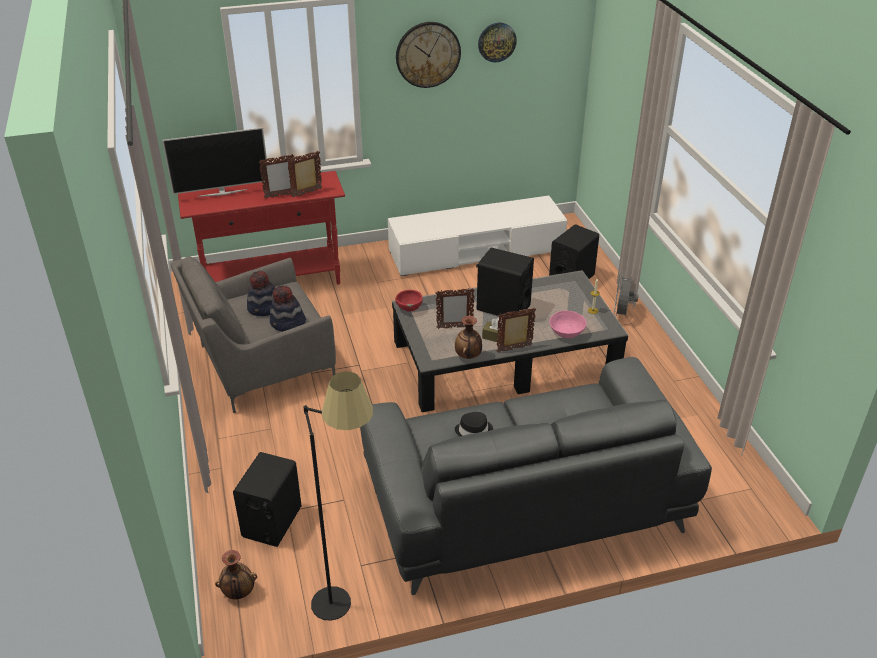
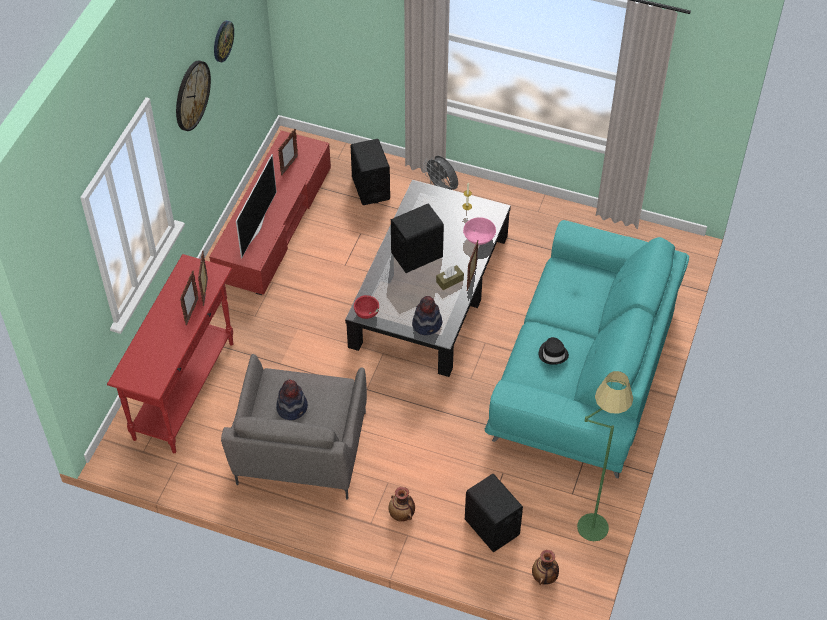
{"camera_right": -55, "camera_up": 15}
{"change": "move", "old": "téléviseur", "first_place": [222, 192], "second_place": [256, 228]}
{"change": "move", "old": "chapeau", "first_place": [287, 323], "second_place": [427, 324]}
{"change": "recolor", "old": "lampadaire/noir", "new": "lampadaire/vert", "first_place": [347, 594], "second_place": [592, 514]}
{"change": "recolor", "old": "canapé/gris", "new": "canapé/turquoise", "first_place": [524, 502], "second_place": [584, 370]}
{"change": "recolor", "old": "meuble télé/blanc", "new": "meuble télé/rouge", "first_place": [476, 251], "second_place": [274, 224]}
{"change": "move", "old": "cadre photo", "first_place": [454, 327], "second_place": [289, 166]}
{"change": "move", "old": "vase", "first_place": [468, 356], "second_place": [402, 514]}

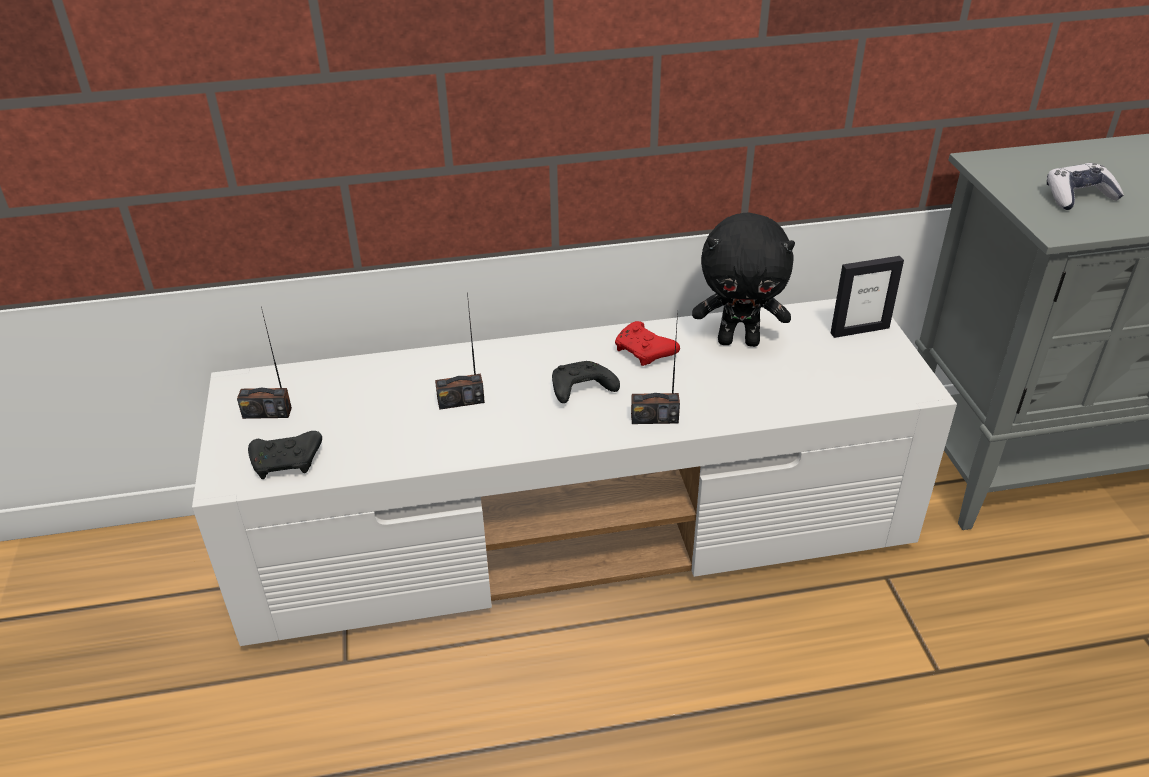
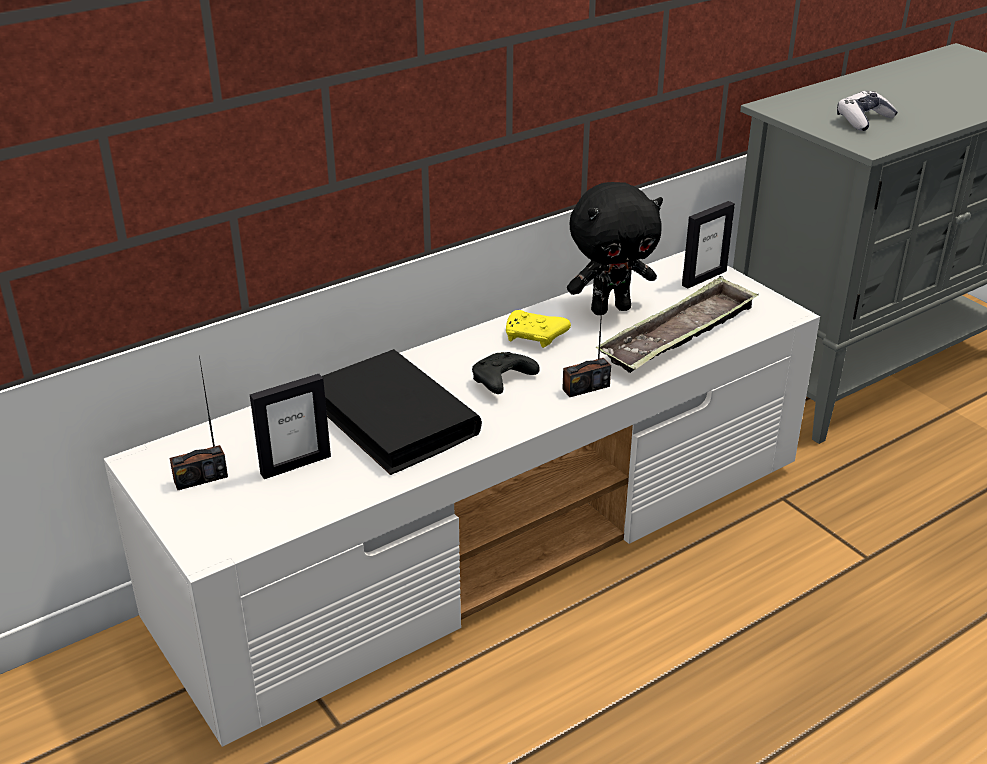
{"camera_right": -25, "camera_up": -5}
{"change": "delete", "old": "manette/noir", "first_place": [288, 462]}
{"change": "replace", "old": "radio", "new": "livre/noir", "first_place": [460, 401], "second_place": [394, 418]}
{"change": "recolor", "old": "manette/rouge", "new": "manette/jaune", "first_place": [645, 353], "second_place": [535, 337]}
{"change": "insert", "new": "cadre photo", "second_place": [295, 465]}
{"change": "insert", "new": "plateau", "second_place": [679, 335]}

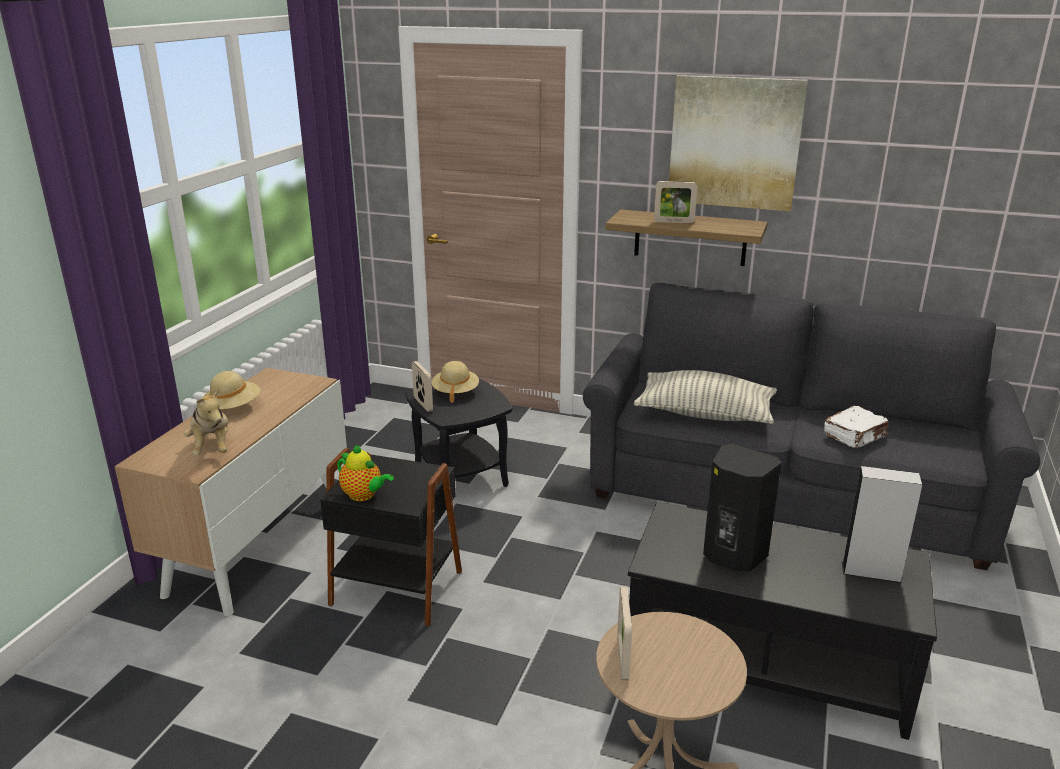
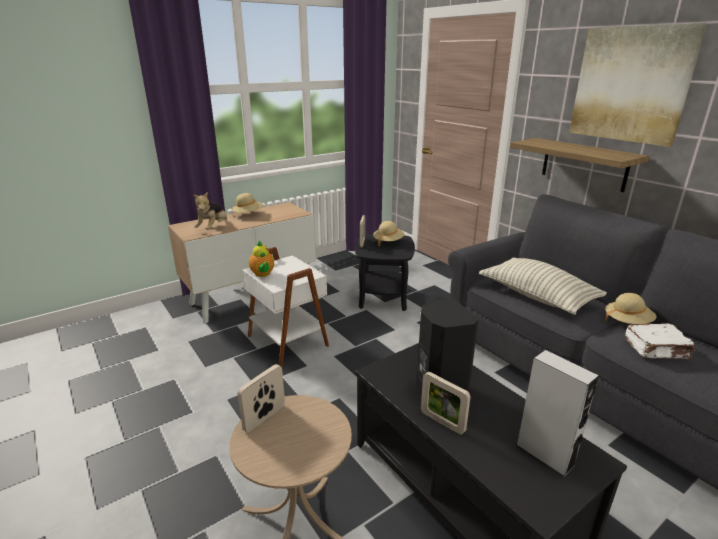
{"camera_right": 35, "camera_up": 0}
{"change": "recolor", "old": "table d'appoint/noir", "new": "table d'appoint/blanc", "first_place": [397, 586], "second_place": [289, 340]}
{"change": "move", "old": "cadre photo", "first_place": [673, 222], "second_place": [442, 422]}
{"change": "insert", "new": "chapeau/beige", "second_place": [627, 321]}

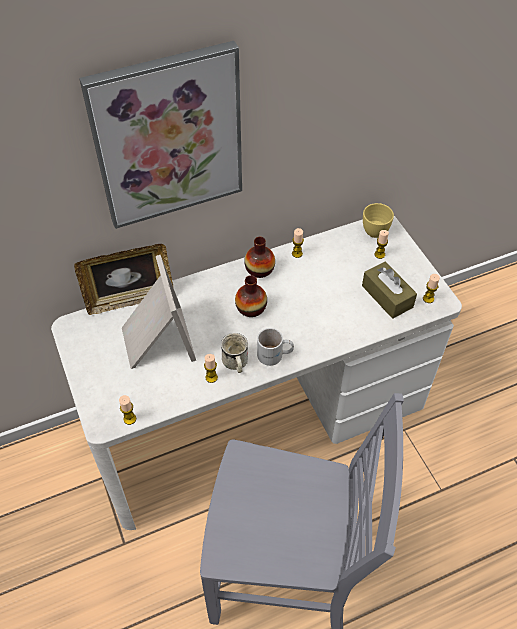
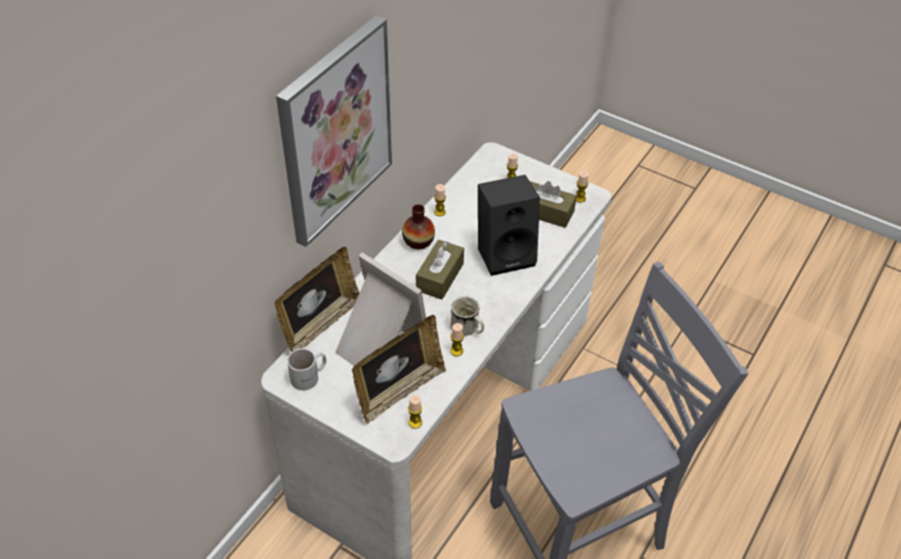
{"camera_right": -35, "camera_up": -5}
{"change": "replace", "old": "vase", "new": "boîte à mouchoirs/marron", "first_place": [251, 308], "second_place": [440, 277]}
{"change": "move", "old": "mug/blanc", "first_place": [275, 355], "second_place": [310, 377]}
{"change": "delete", "old": "tasse/jaune", "first_place": [375, 229]}
{"change": "insert", "new": "cadre photo", "second_place": [399, 391]}
{"change": "insert", "new": "enceinte/noir", "second_place": [506, 253]}

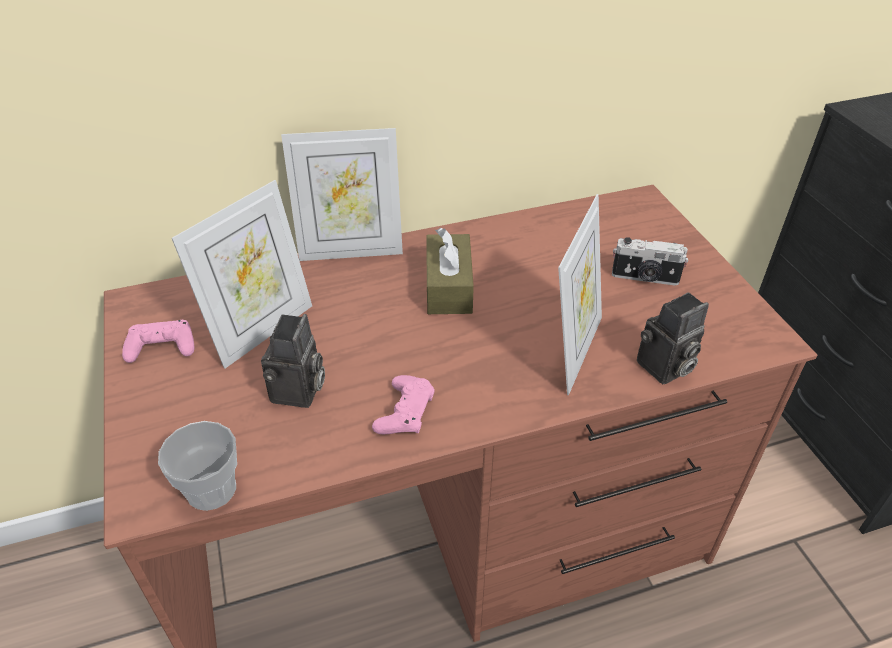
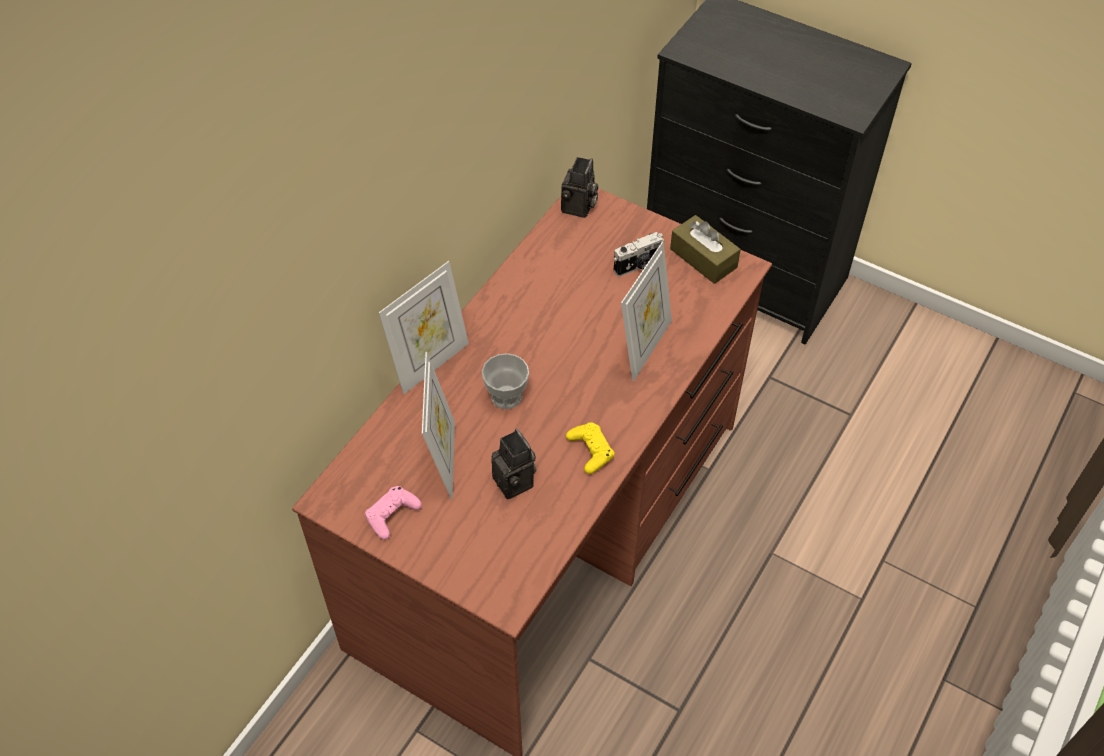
{"camera_right": -40, "camera_up": 10}
{"change": "move", "old": "tasse", "first_place": [211, 489], "second_place": [506, 396]}
{"change": "recolor", "old": "manette/rose", "new": "manette/jaune", "first_place": [405, 412], "second_place": [590, 451]}
{"change": "move", "old": "boîte à mouchoirs/marron", "first_place": [449, 287], "second_place": [703, 258]}
{"change": "rotate", "old": "cadre photo", "first_place": [573, 351], "second_place": [644, 347], "degrees": 45}
{"change": "move", "old": "appareil photo", "first_place": [664, 368], "second_place": [579, 208]}

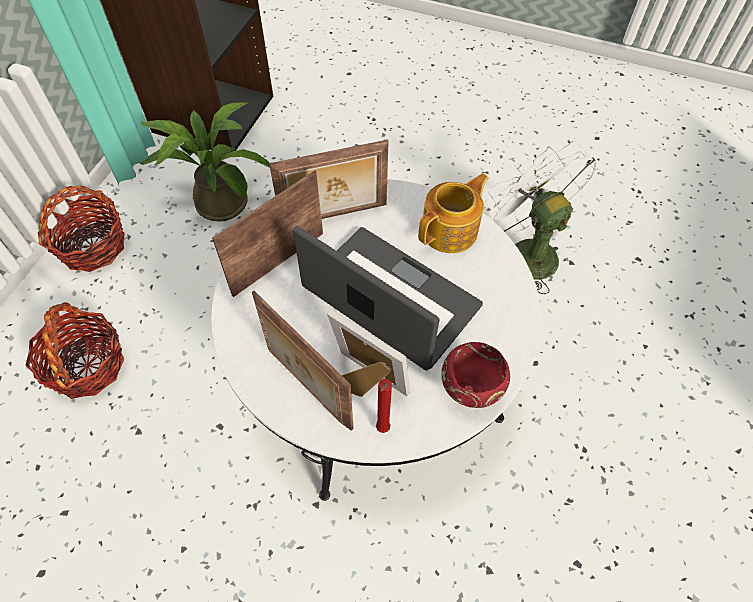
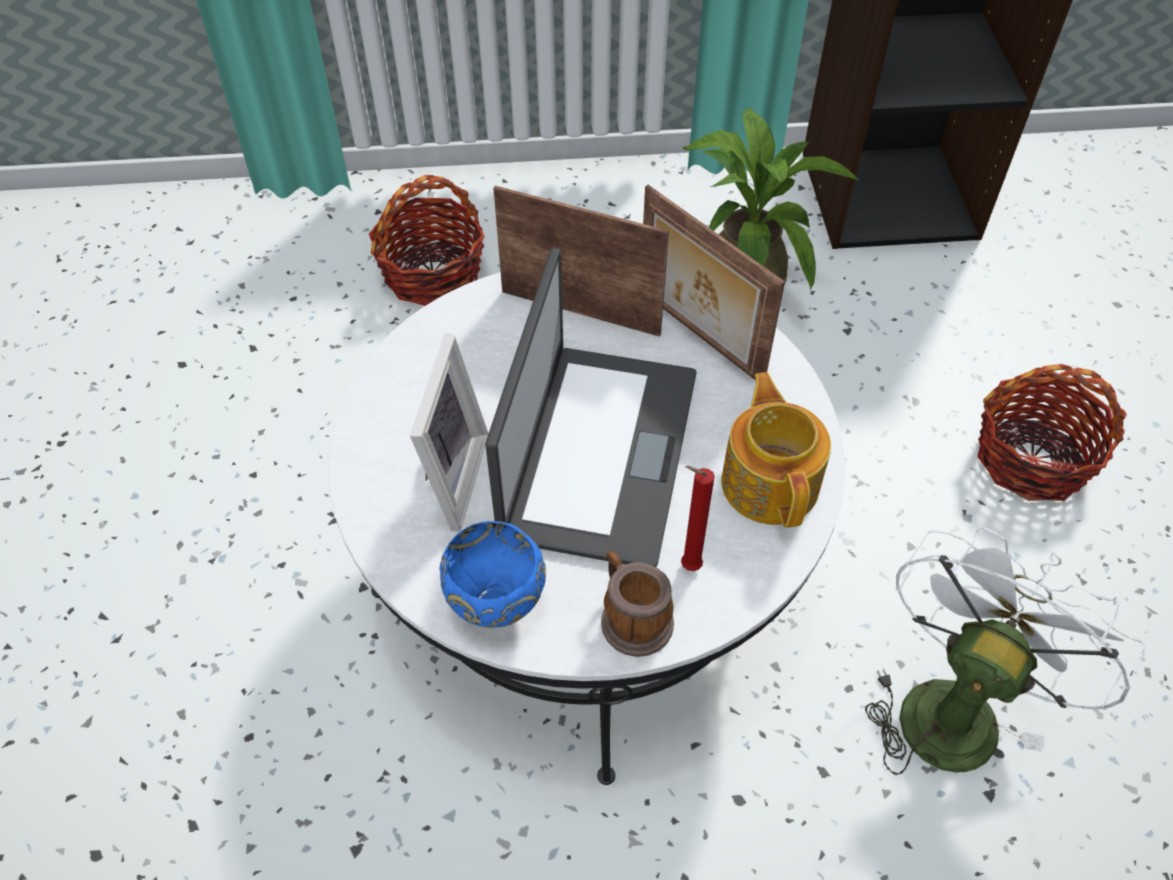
{"camera_right": 65, "camera_up": -5}
{"change": "move", "old": "panier", "first_place": [92, 246], "second_place": [1032, 458]}
{"change": "delete", "old": "cadre photo", "first_place": [306, 387]}
{"change": "move", "old": "bougie/rouge", "first_place": [382, 430], "second_place": [687, 566]}
{"change": "rotate", "old": "théière", "first_place": [451, 230], "second_place": [770, 482], "degrees": -120}
{"change": "recolor", "old": "bol/rouge", "new": "bol/bleu", "first_place": [471, 391], "second_place": [497, 607]}
{"change": "insert", "new": "mug", "second_place": [631, 617]}

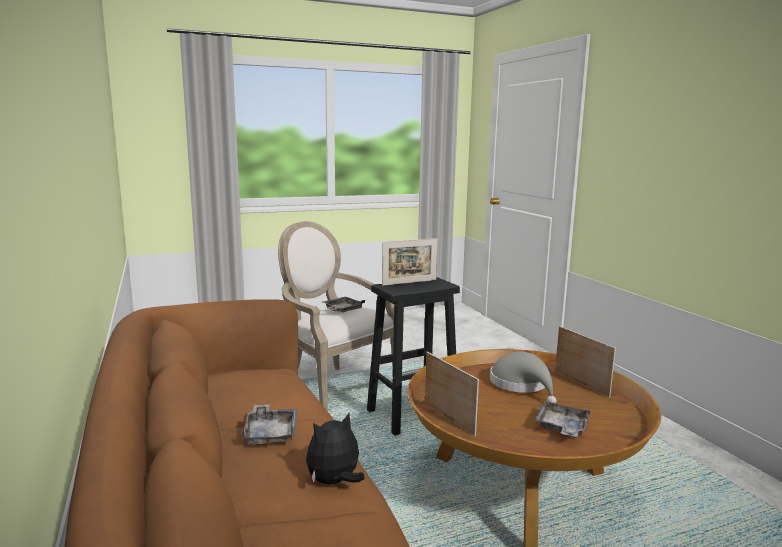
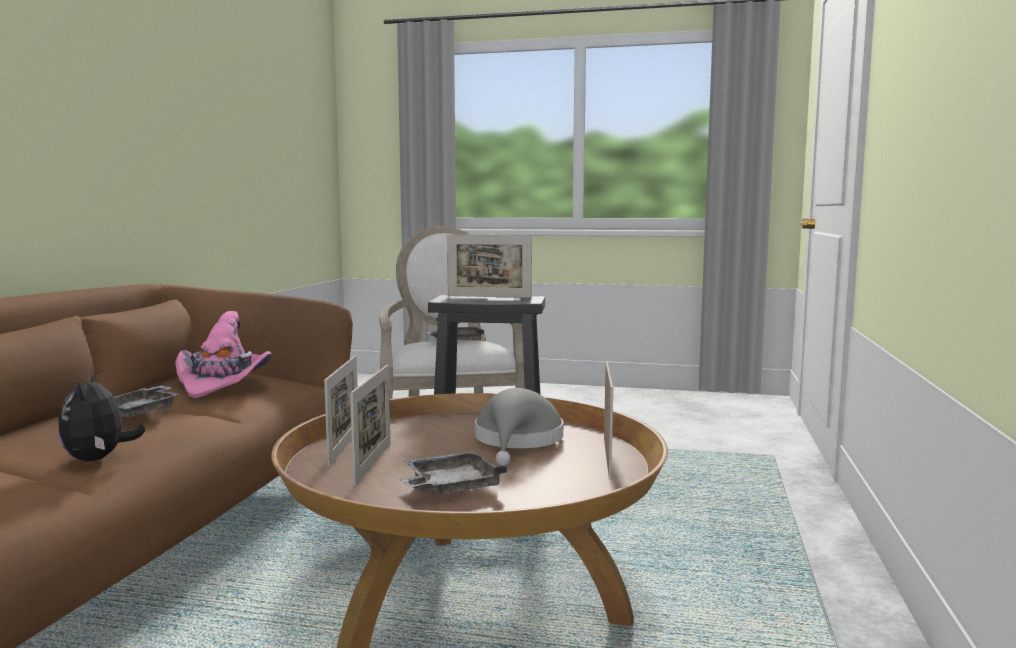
{"camera_right": 35, "camera_up": -5}
{"change": "rotate", "old": "peluche", "first_place": [334, 482], "second_place": [98, 459], "degrees": -105}
{"change": "insert", "new": "chapeau/rose", "second_place": [223, 383]}
{"change": "insert", "new": "cadre photo", "second_place": [373, 464]}

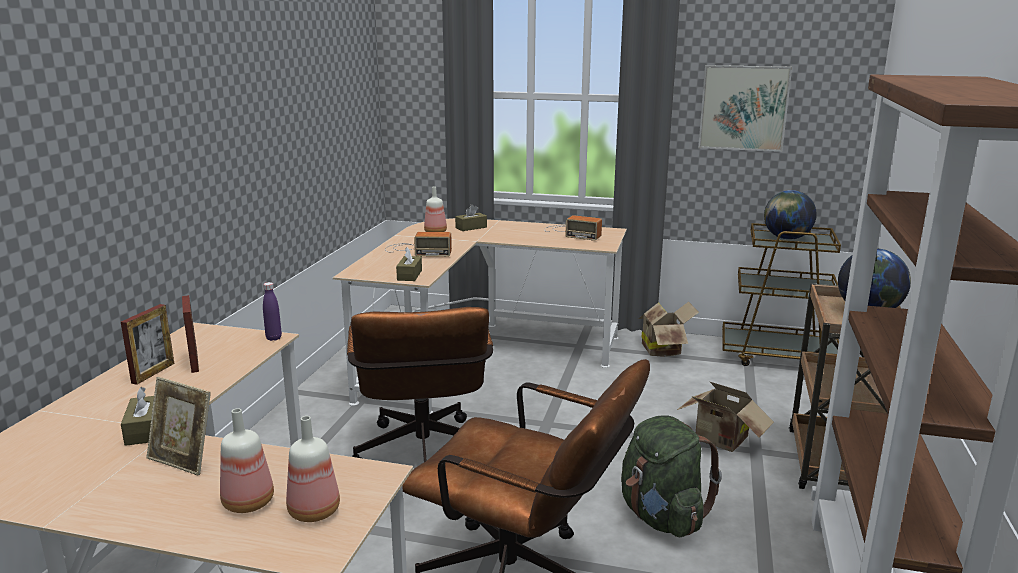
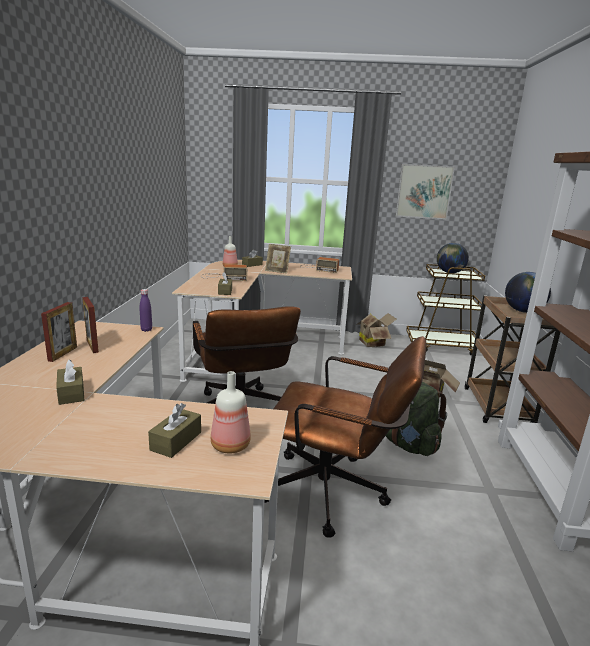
{"camera_right": -10, "camera_up": 0}
{"change": "move", "old": "cadre photo", "first_place": [183, 460], "second_place": [277, 271]}
{"change": "replace", "old": "bouteille", "new": "boîte à mouchoirs/marron", "first_place": [248, 502], "second_place": [176, 441]}

